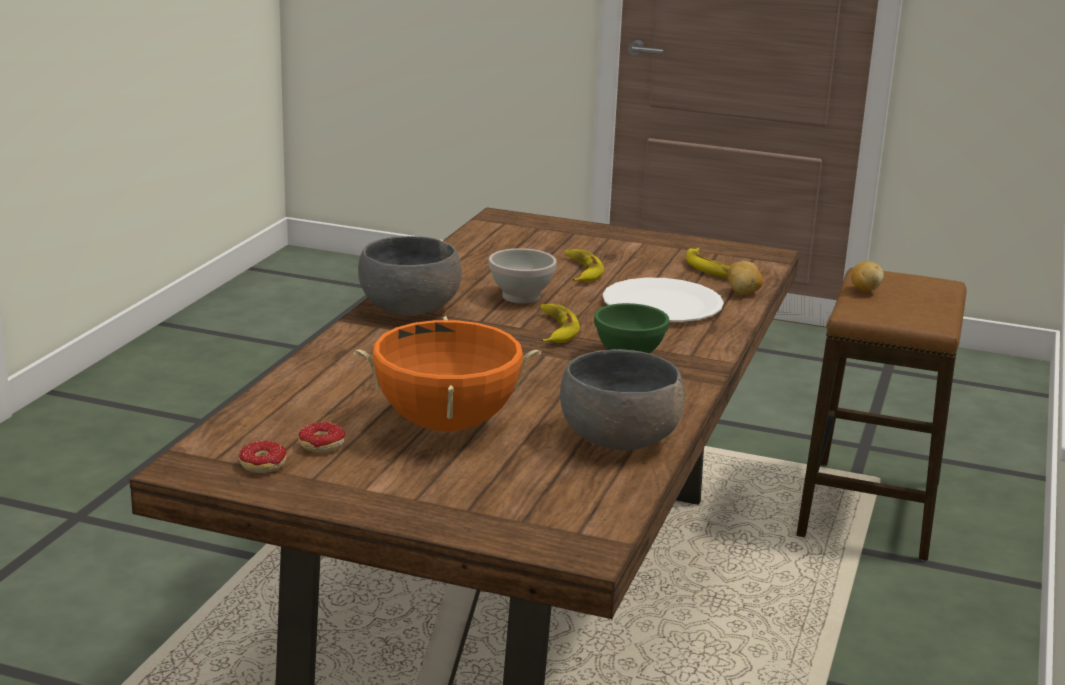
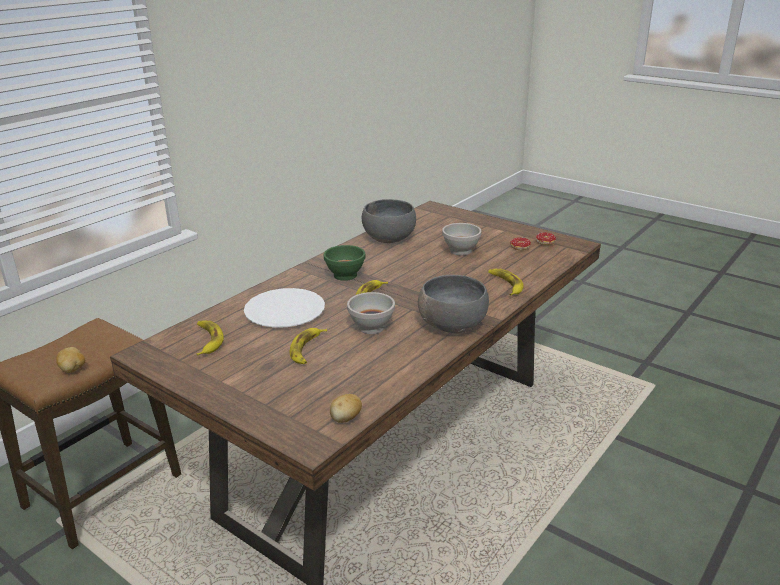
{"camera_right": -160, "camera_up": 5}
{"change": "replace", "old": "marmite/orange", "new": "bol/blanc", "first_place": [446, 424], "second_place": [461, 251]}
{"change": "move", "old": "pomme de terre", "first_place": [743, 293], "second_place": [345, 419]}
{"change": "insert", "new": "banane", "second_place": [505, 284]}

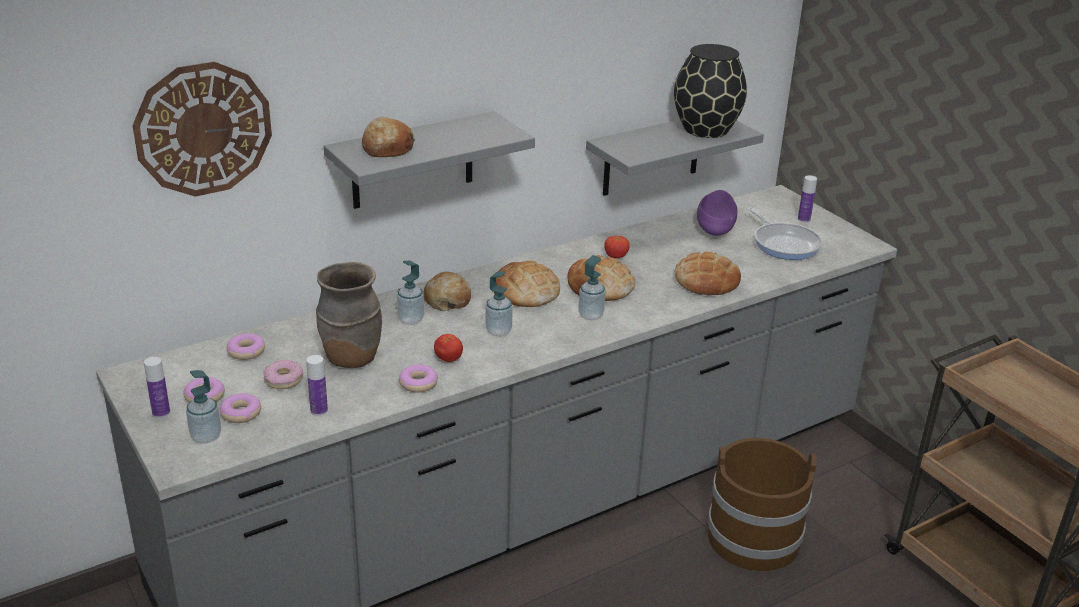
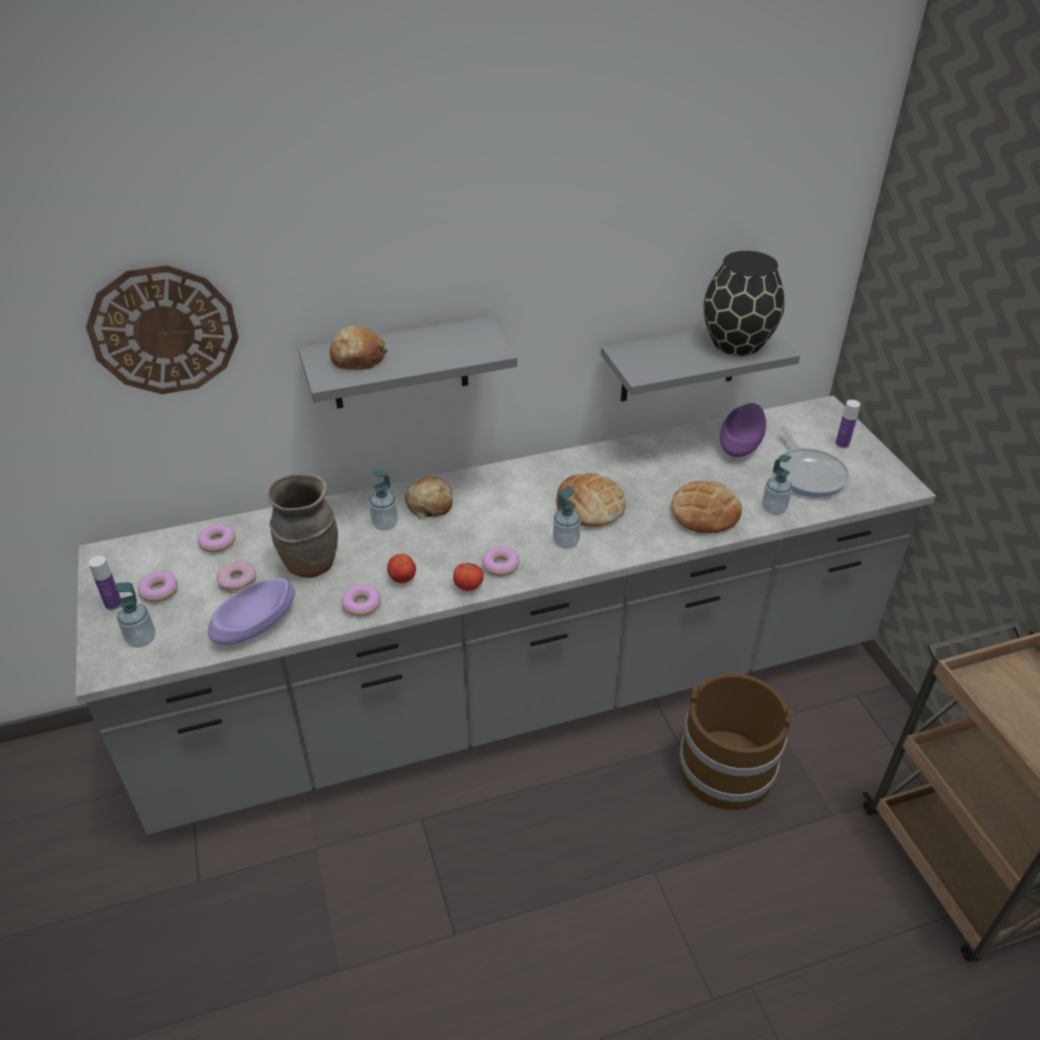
{"camera_right": 15, "camera_up": 10}
{"change": "move", "old": "beignet", "first_place": [241, 413], "second_place": [501, 565]}
{"change": "replace", "old": "bouteille", "new": "bol/violet", "first_place": [319, 410], "second_place": [255, 624]}
{"change": "move", "old": "distributeur de savon", "first_place": [498, 331], "second_place": [773, 509]}
{"change": "delete", "old": "pain", "first_place": [525, 292]}
{"change": "move", "old": "tomate", "first_place": [616, 257], "second_place": [468, 587]}

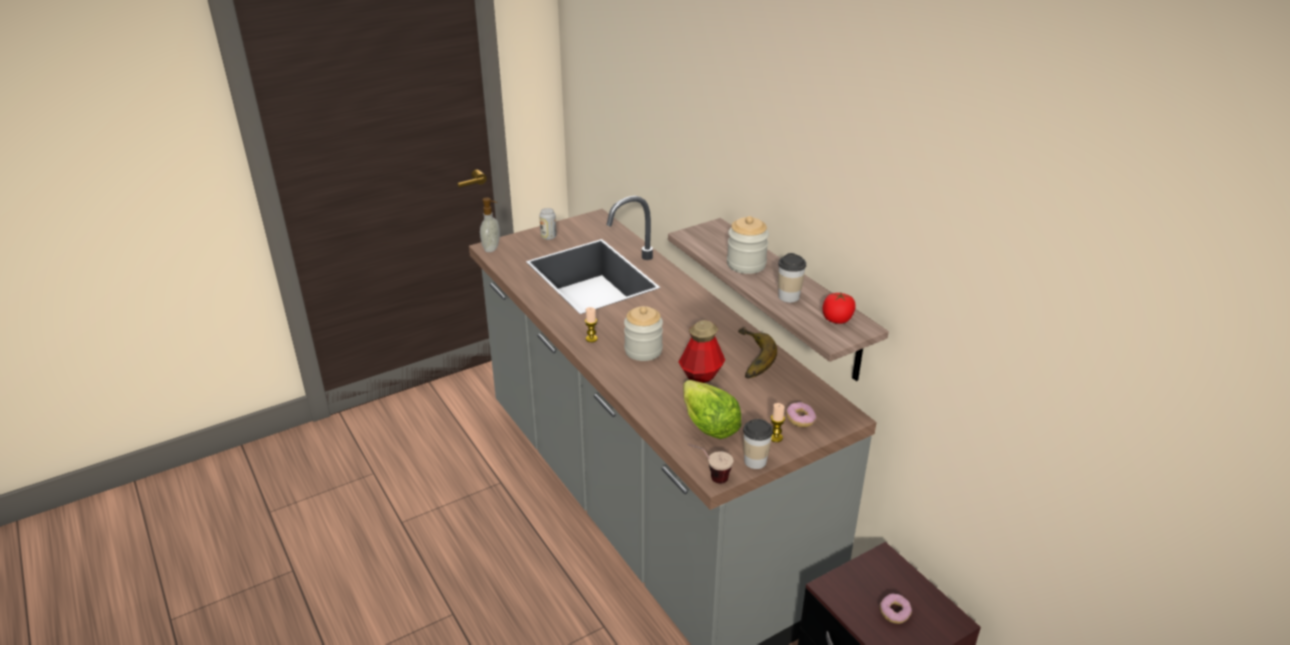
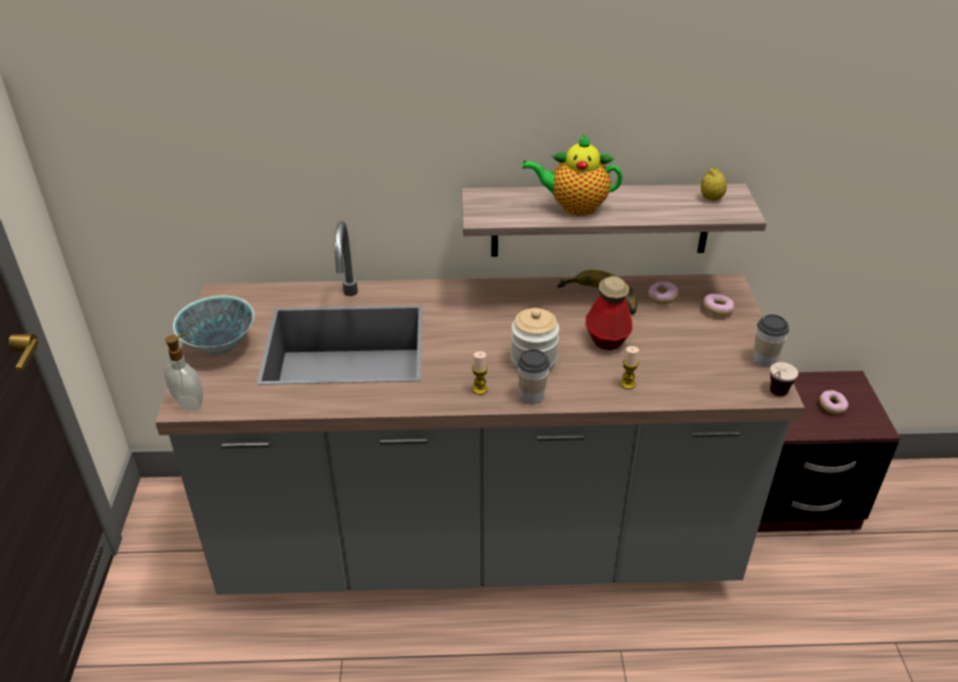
{"camera_right": -60, "camera_up": 5}
{"change": "replace", "old": "boîte métallique", "new": "bol", "first_place": [548, 237], "second_place": [220, 346]}
{"change": "delete", "old": "laitue", "first_place": [708, 425]}
{"change": "replace", "old": "bocal", "new": "théière", "first_place": [746, 264], "second_place": [574, 207]}
{"change": "move", "old": "bougie", "first_place": [775, 437], "second_place": [627, 384]}
{"change": "move", "old": "tasse", "first_place": [788, 297], "second_place": [531, 396]}
{"change": "replace", "old": "tomate", "new": "citron", "first_place": [837, 319], "second_place": [711, 198]}
{"change": "insert", "new": "beignet", "second_place": [662, 298]}

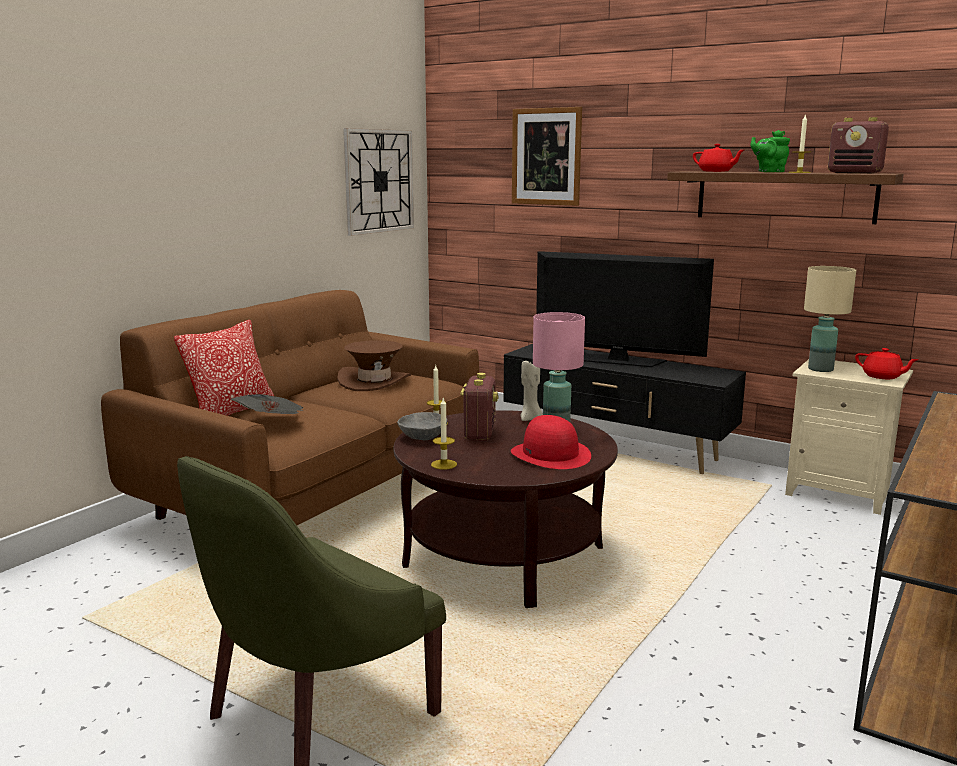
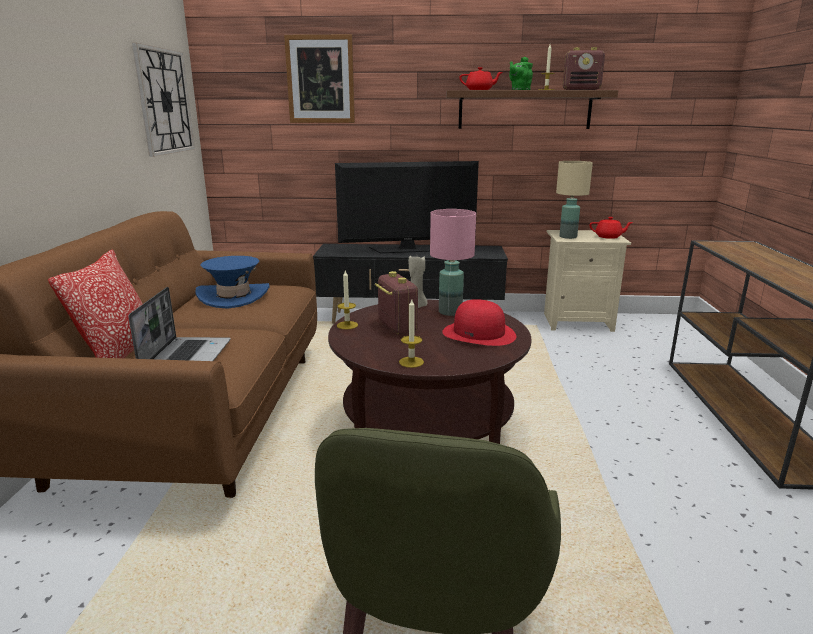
{"camera_right": -30, "camera_up": 5}
{"change": "replace", "old": "journal", "new": "ordinateur portable", "first_place": [272, 424], "second_place": [186, 357]}
{"change": "recolor", "old": "chapeau/marron", "new": "chapeau/bleu", "first_place": [374, 382], "second_place": [234, 296]}
{"change": "delete", "old": "bol/gris", "first_place": [423, 437]}

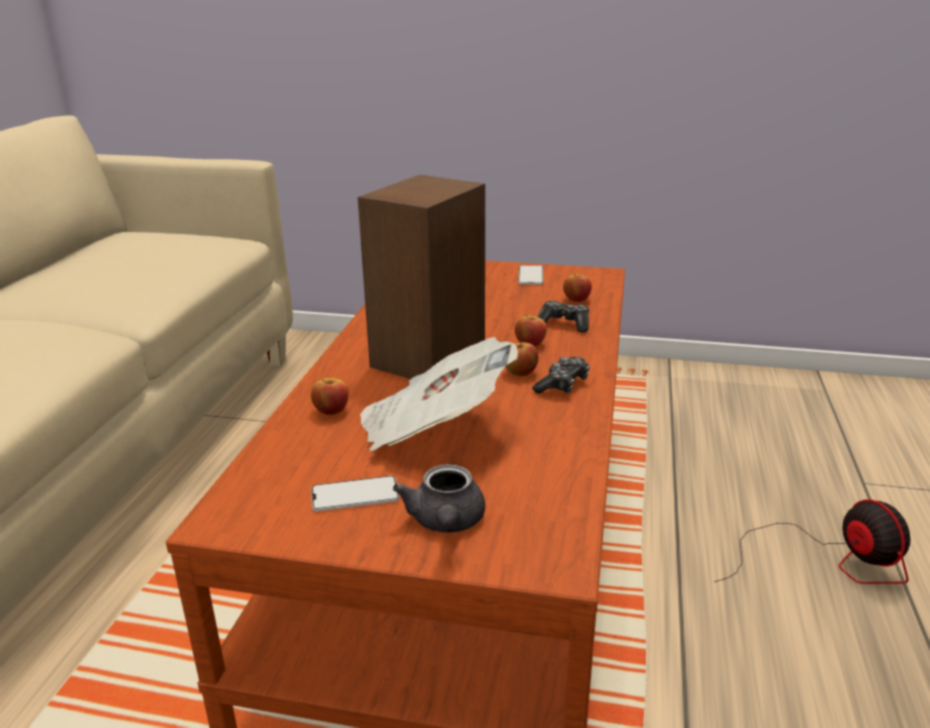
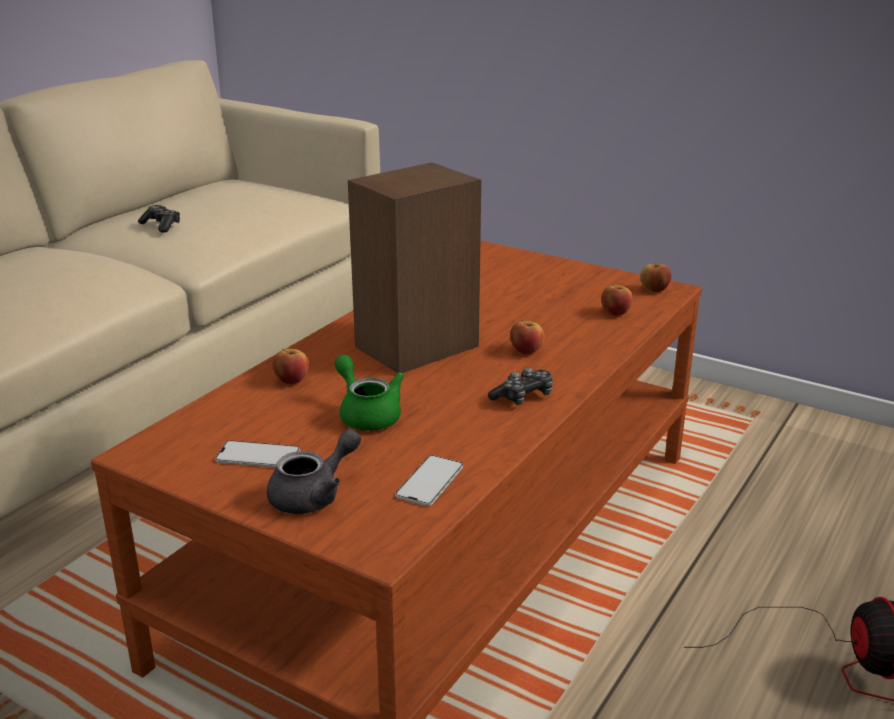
{"camera_right": 20, "camera_up": 0}
{"change": "replace", "old": "journal", "new": "théière/vert", "first_place": [433, 429], "second_place": [367, 414]}
{"change": "rotate", "old": "théière/gris", "first_place": [446, 523], "second_place": [314, 495], "degrees": -150}
{"change": "move", "old": "pomme", "first_place": [520, 373], "second_place": [654, 290]}
{"change": "move", "old": "téléphone", "first_place": [530, 275], "second_place": [430, 481]}
{"change": "move", "old": "manette", "first_place": [564, 324], "second_place": [161, 225]}

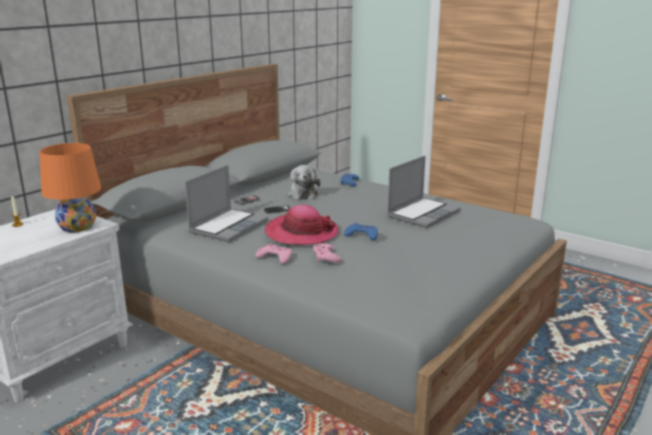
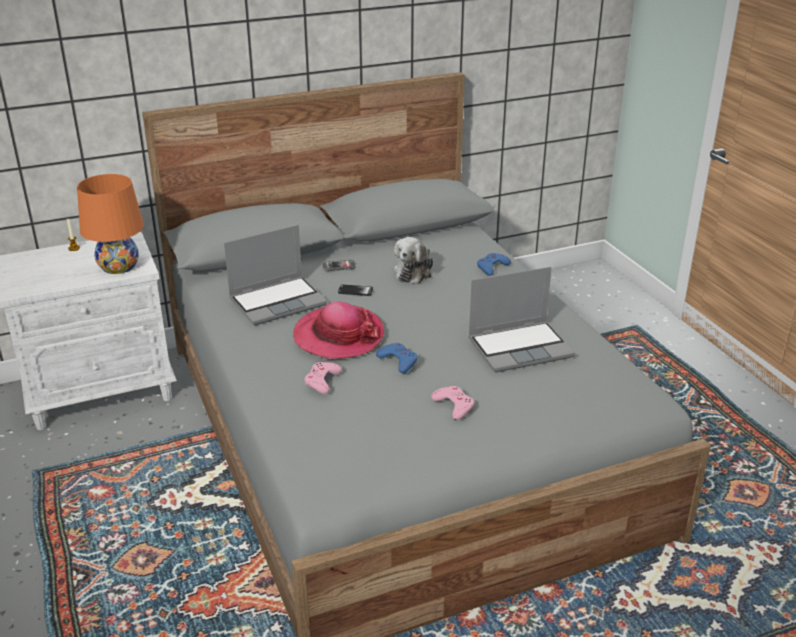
{"camera_right": 30, "camera_up": 10}
{"change": "move", "old": "manette/rose", "first_place": [275, 257], "second_place": [454, 405]}

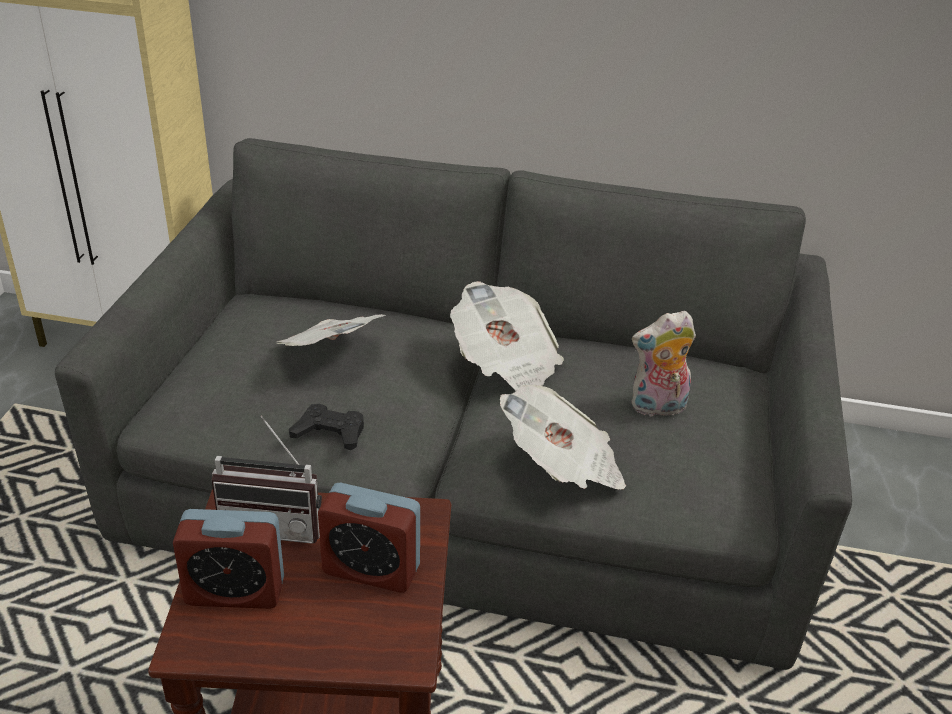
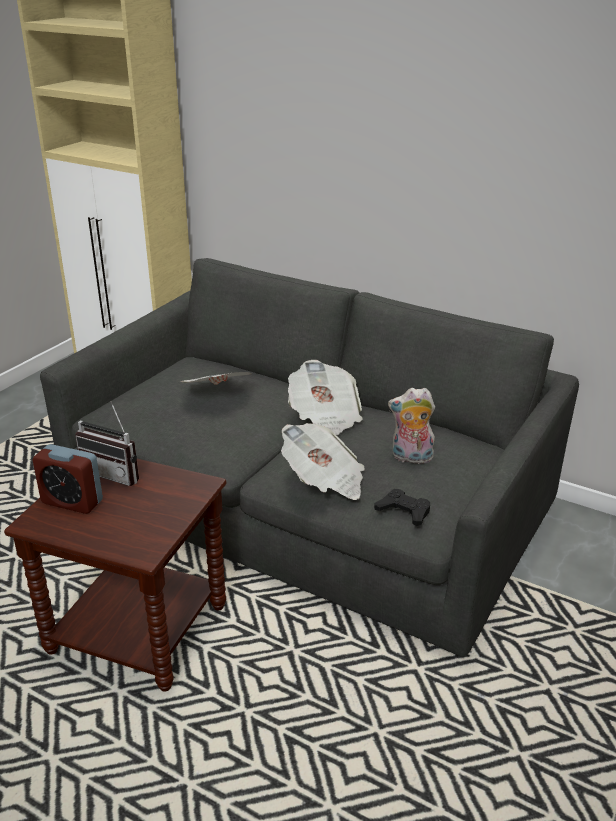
{"camera_right": 20, "camera_up": -5}
{"change": "move", "old": "manette/noir", "first_place": [330, 432], "second_place": [404, 511]}
{"change": "delete", "old": "réveil", "first_place": [371, 569]}

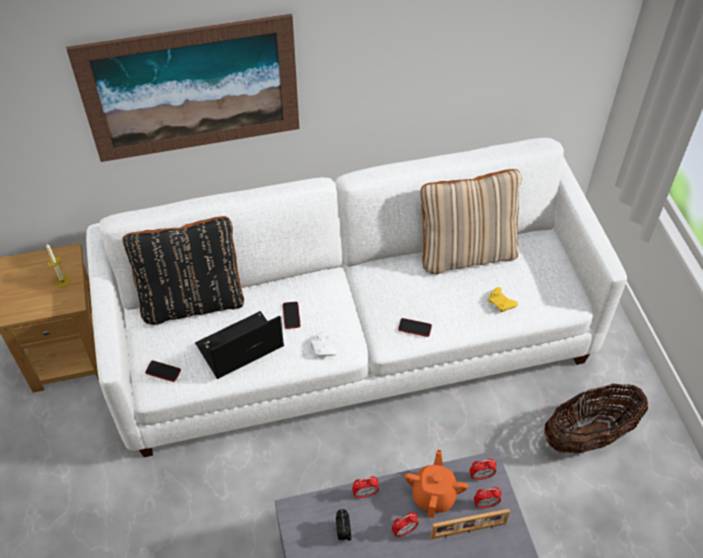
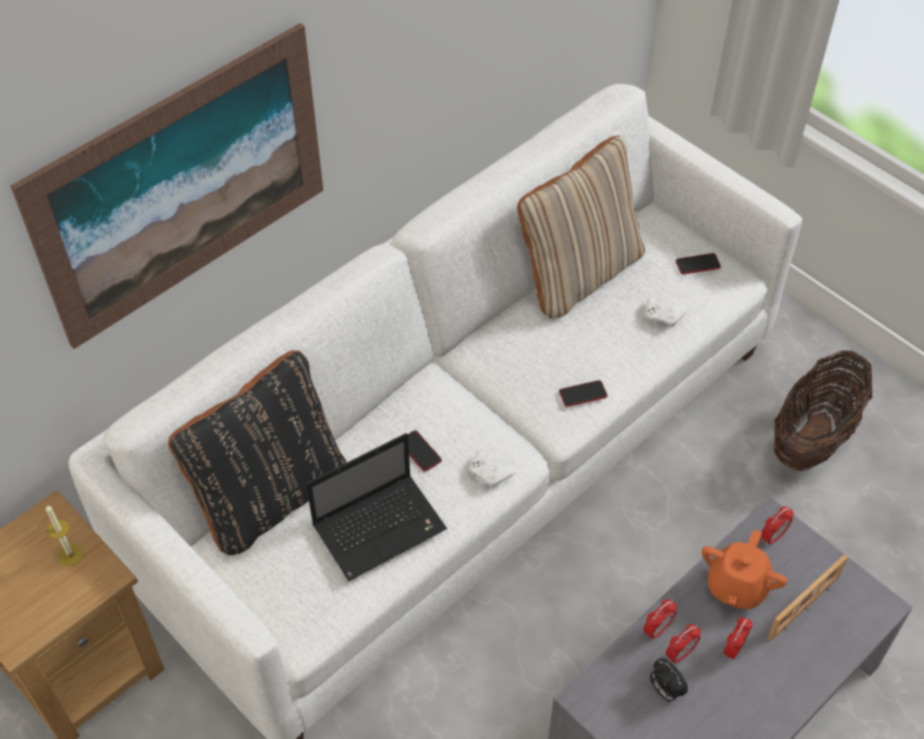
{"camera_right": -30, "camera_up": 0}
{"change": "move", "old": "téléphone", "first_place": [163, 371], "second_place": [697, 264]}
{"change": "rotate", "old": "ordinateur portable", "first_place": [238, 348], "second_place": [381, 526], "degrees": -150}
{"change": "rotate", "old": "théière/orange", "first_place": [434, 494], "second_place": [736, 587], "degrees": -135}
{"change": "move", "old": "réveil", "first_place": [485, 504], "second_place": [680, 654]}
{"change": "recolor", "old": "manette/jaune", "new": "manette/blanc", "first_place": [501, 303], "second_place": [664, 316]}

